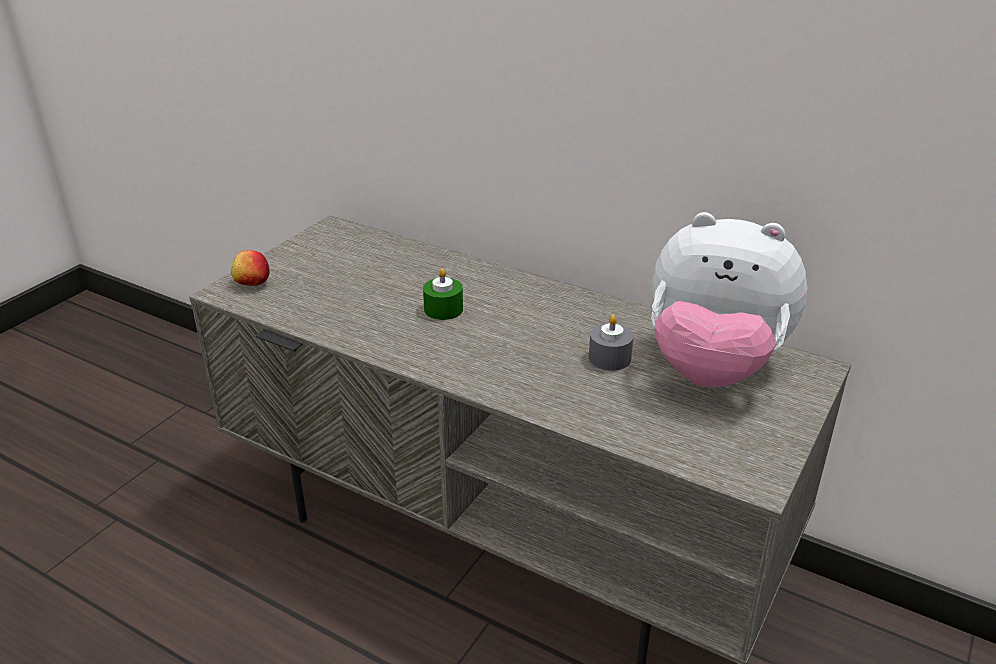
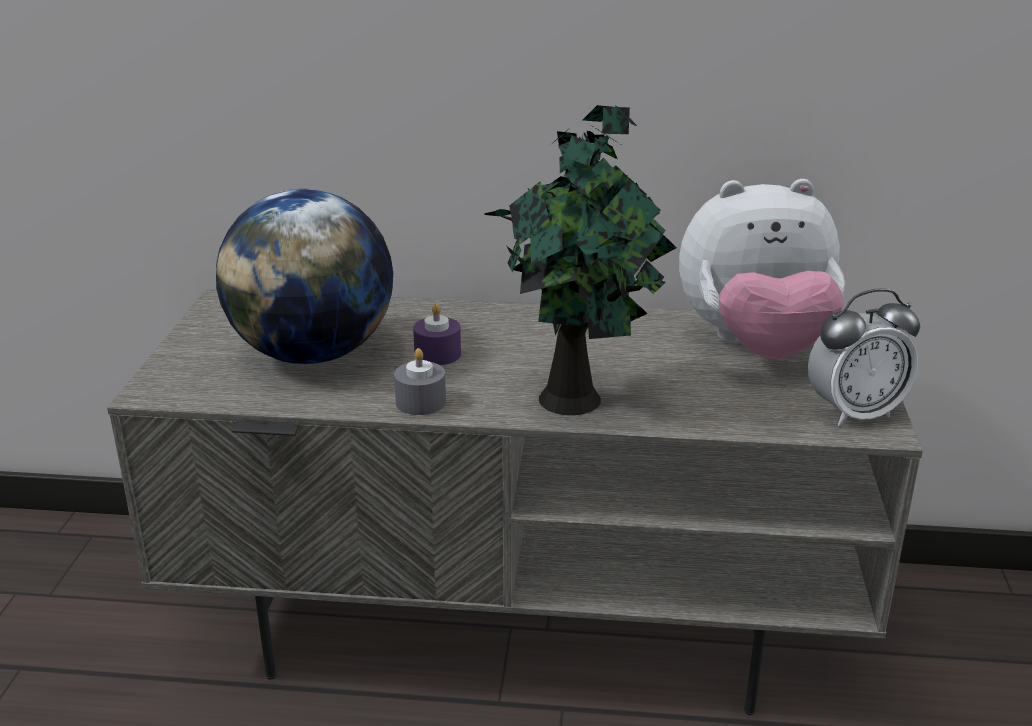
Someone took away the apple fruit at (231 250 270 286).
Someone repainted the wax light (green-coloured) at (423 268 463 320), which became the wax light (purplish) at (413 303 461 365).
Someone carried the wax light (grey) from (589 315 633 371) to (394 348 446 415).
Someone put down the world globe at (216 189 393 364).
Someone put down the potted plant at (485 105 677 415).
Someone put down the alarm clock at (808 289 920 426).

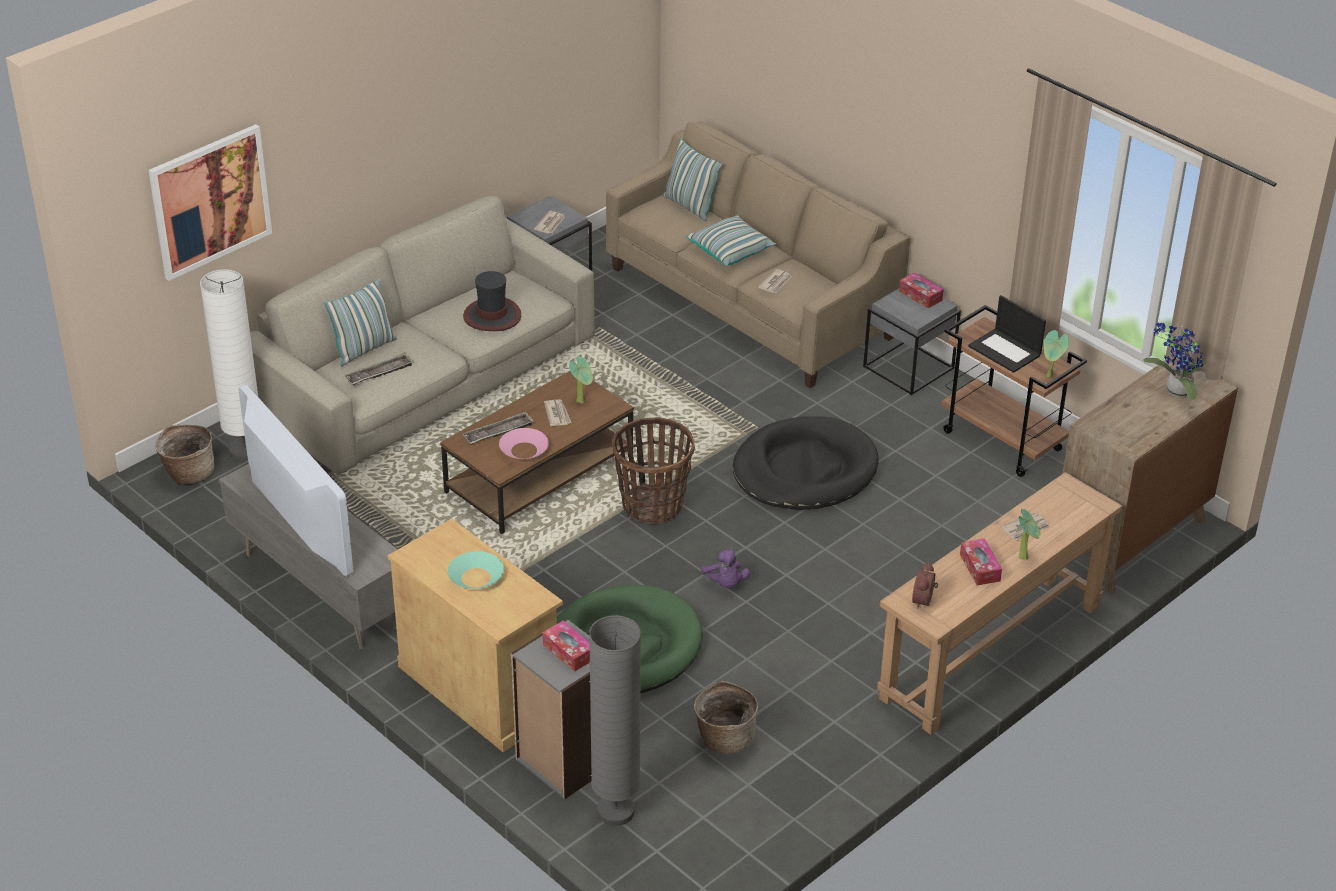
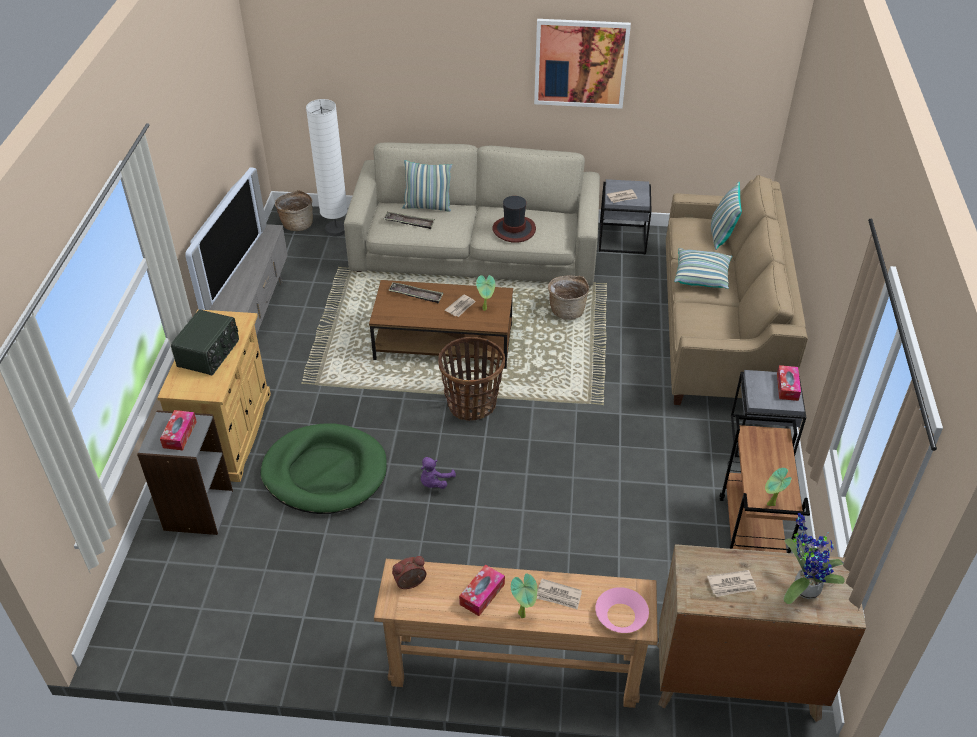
Someone carried the wall art from (149 124 272 281) to (534 19 631 109).
Someone swapped the deep dish (turquoise-coloured) at (448 551 504 589) for the radio receiver at (171 309 239 375).
Someone carried the deep dish (pink-coloured) from (499 428 549 459) to (595 587 649 633).
Someone took away the floor lamp (grey) at (589 615 641 826).
Someone carried the storage basket from (694 680 758 755) to (548 275 589 320).
Someone took away the dog cushion (black) at (733 416 879 510).
Someone carried the daily paper from (758 269 792 293) to (707 570 757 597).
Someone took away the notebook computer at (968 295 1046 373).

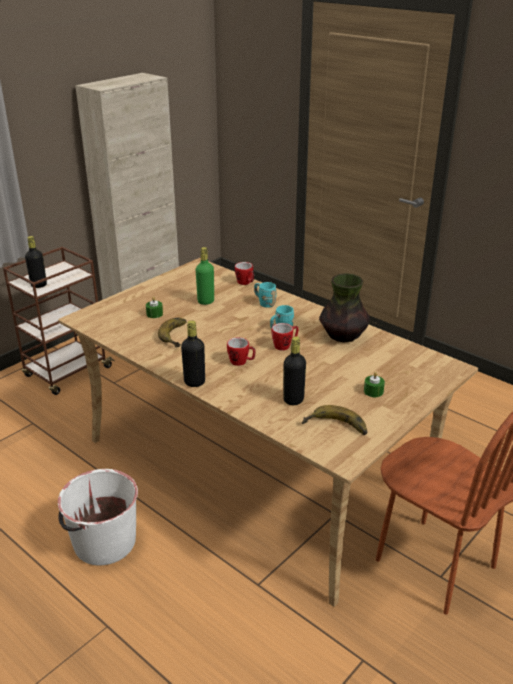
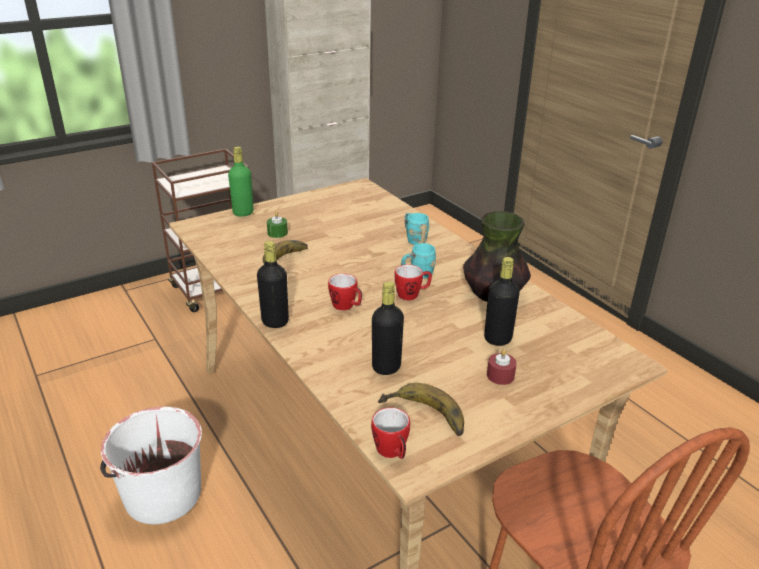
Someone carried the bottle (black) from (25 236 47 288) to (484 257 520 346).
Someone carried the bottle (green-coloured) from (196 247 214 305) to (228 147 253 217).
Someone carried the mug from (235 262 254 285) to (371 407 410 459).
Someone repainted the wax light (green-coloured) at (364 372 385 397), which became the wax light (red) at (487 349 517 385).

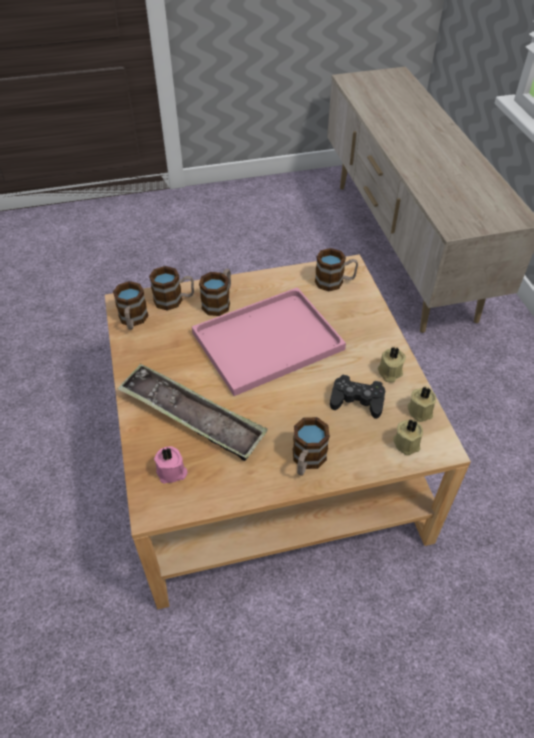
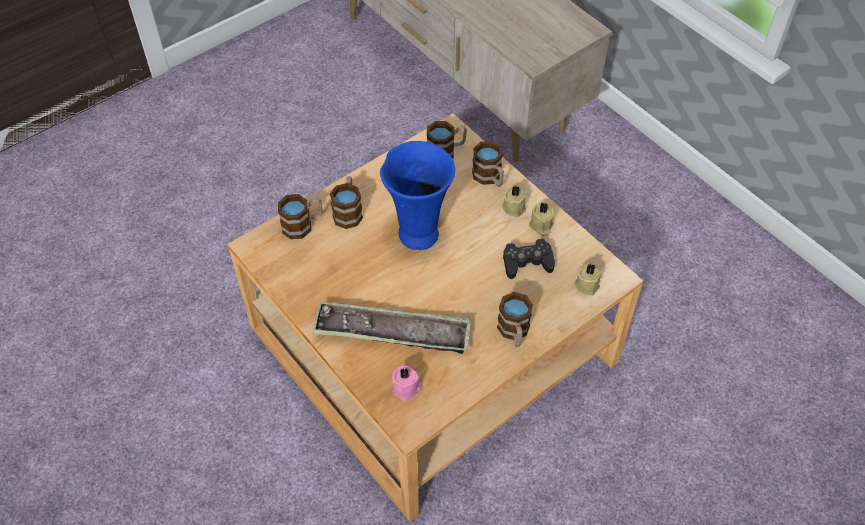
Someone carried the mug from (113 281 149 330) to (472 141 504 187).
Someone swapped the serving tray (pink-coloured) at (192 287 346 396) for the vase (bluish) at (380 141 455 250).
Someone carried the wax light (beige-coloured) from (408 387 436 422) to (502 186 526 217).

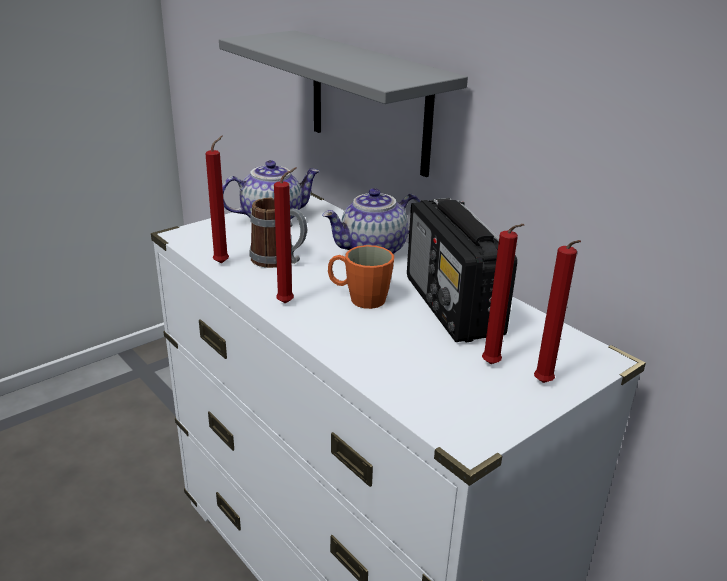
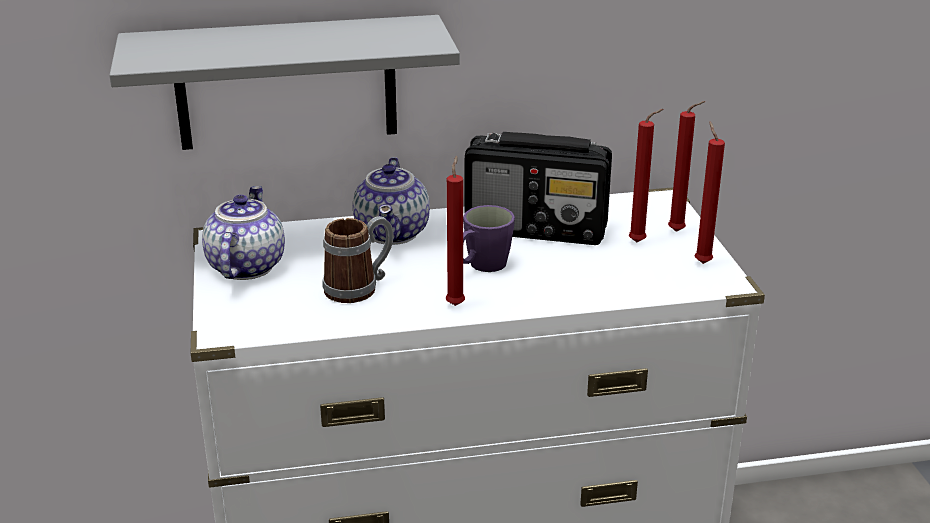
Someone carried the wax light (red) from (205 135 229 264) to (695 121 725 264).
Someone repainted the mug (orange) at (328 245 394 309), which became the mug (purplish) at (463 205 515 272).

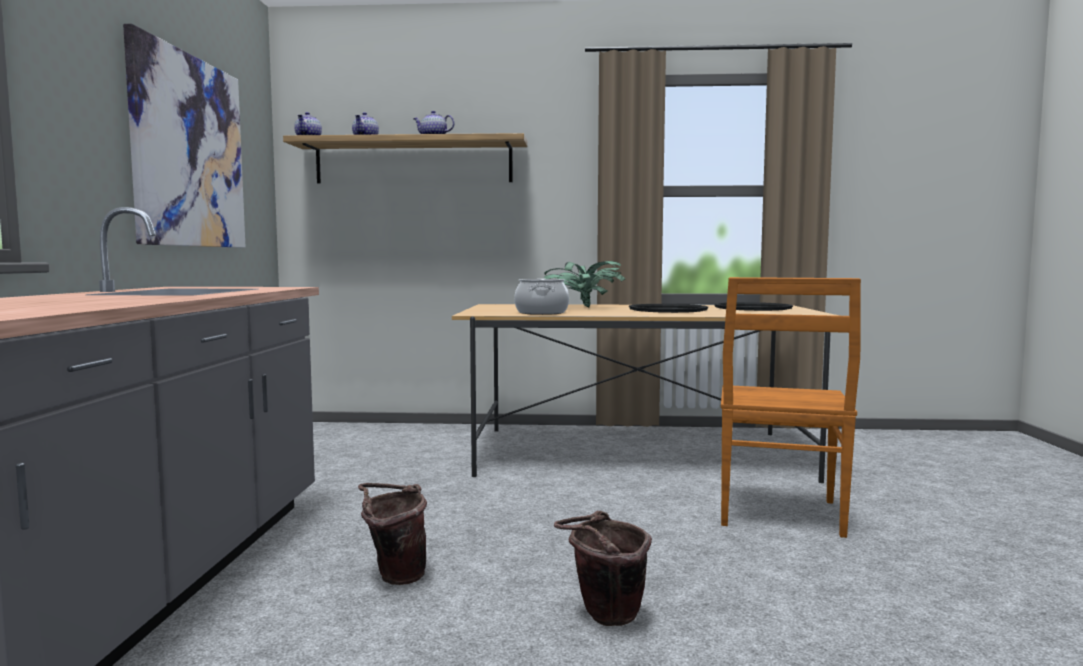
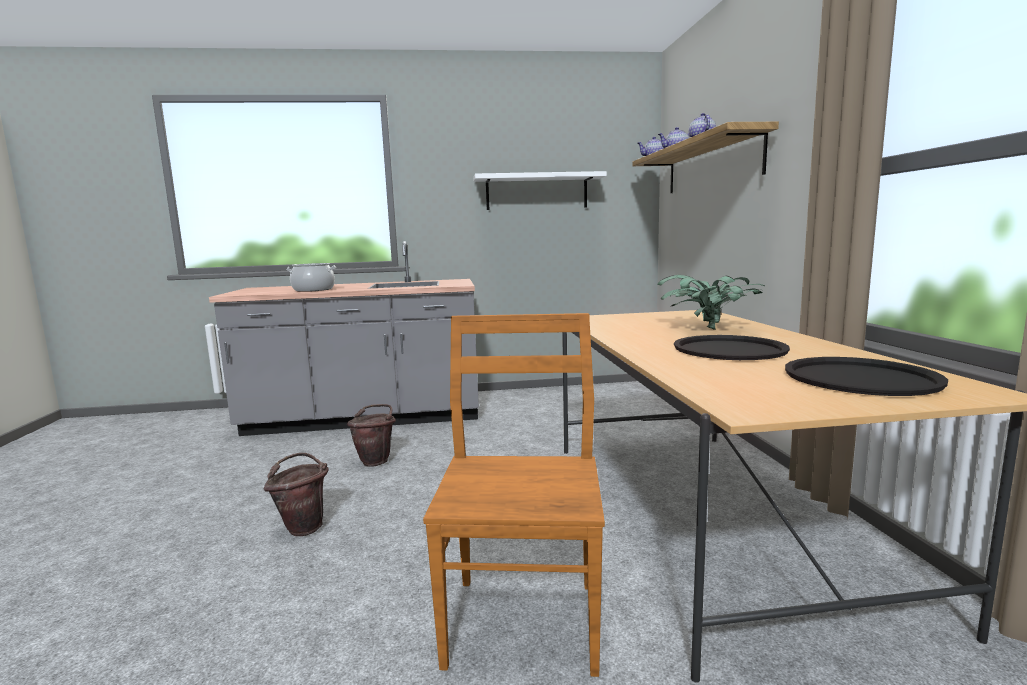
Someone swapped the wall art at (123 24 246 248) for the wall shelf (white-coloured) at (473 171 607 210).
Someone carried the saucepot from (514 279 569 315) to (287 263 336 292).
Someone rotated the upright chair (brown) at (721 277 861 538) by 90 degrees clockwise.

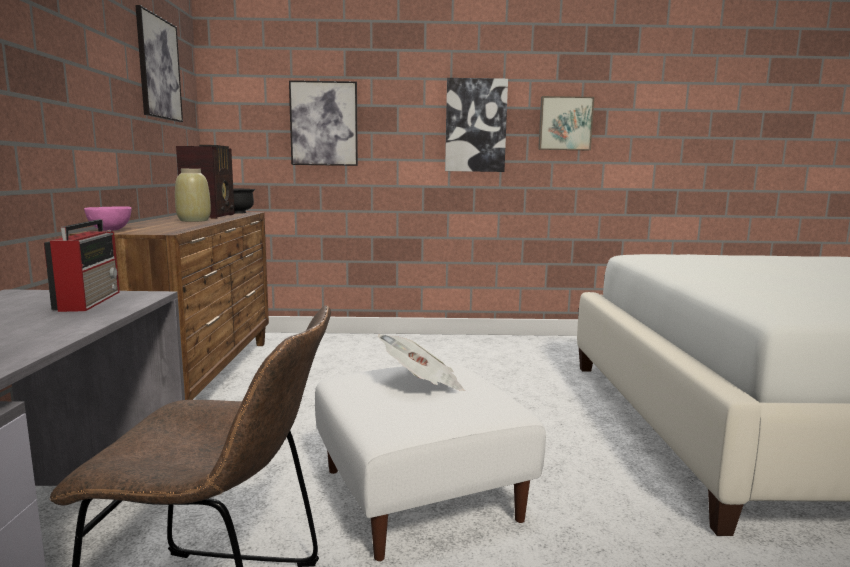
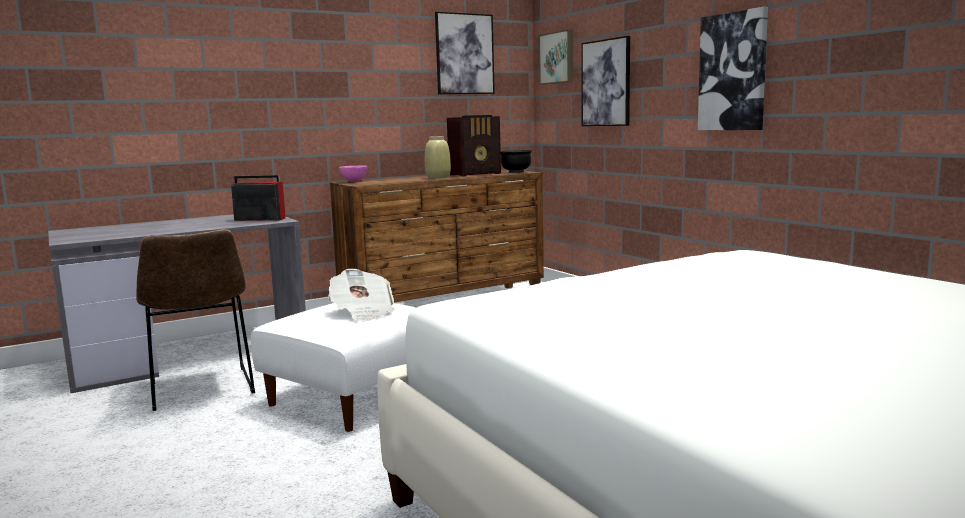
Someone rotated the radio receiver at (44 220 120 312) by 135 degrees counterclockwise.
Someone carried the wall art from (538 96 594 150) to (538 30 573 85).

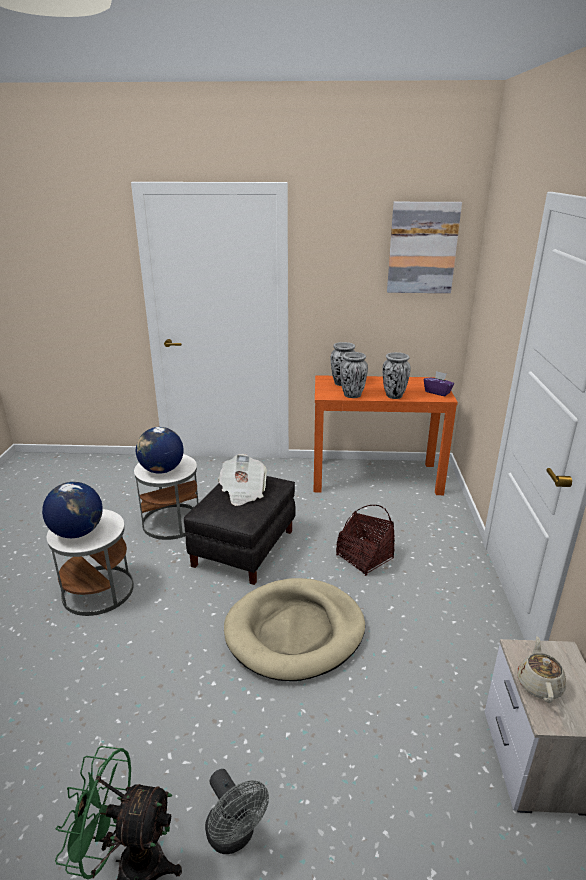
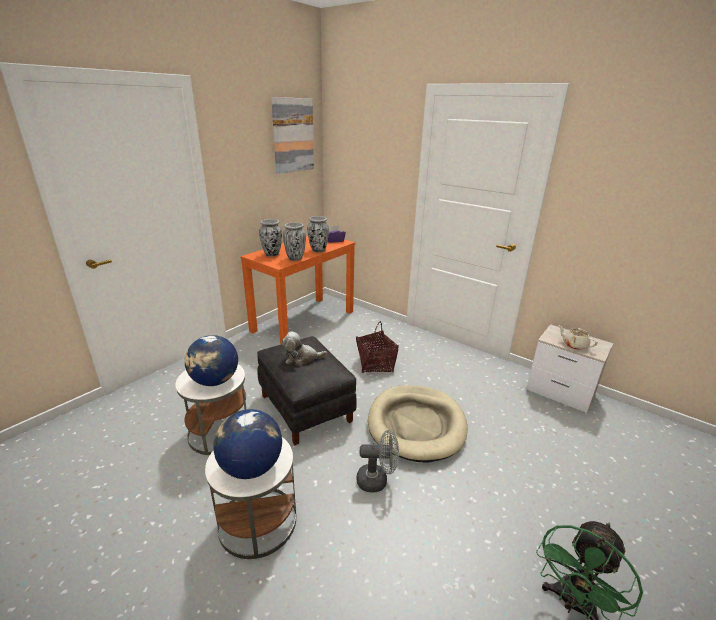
Someone carried the cooling fan (grey) from (205 769 269 854) to (357 430 399 493).
Someone swapped the daily paper at (218 454 267 506) for the plush toy at (281 332 327 366).

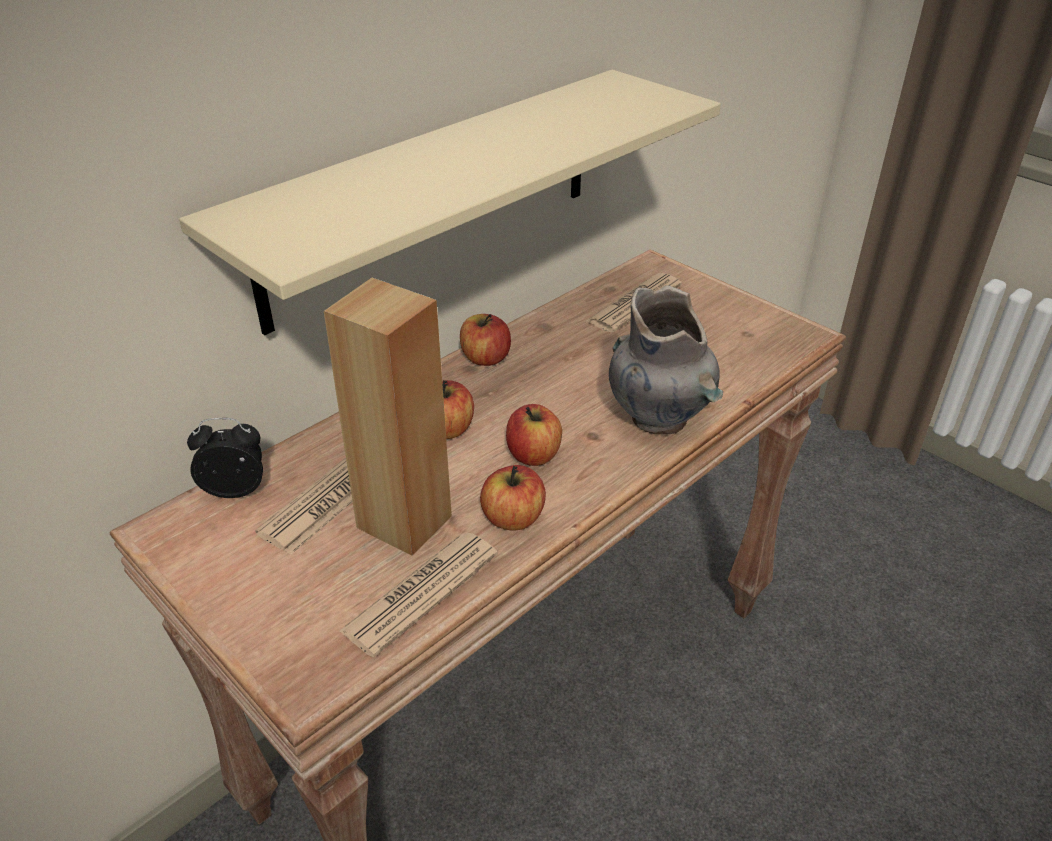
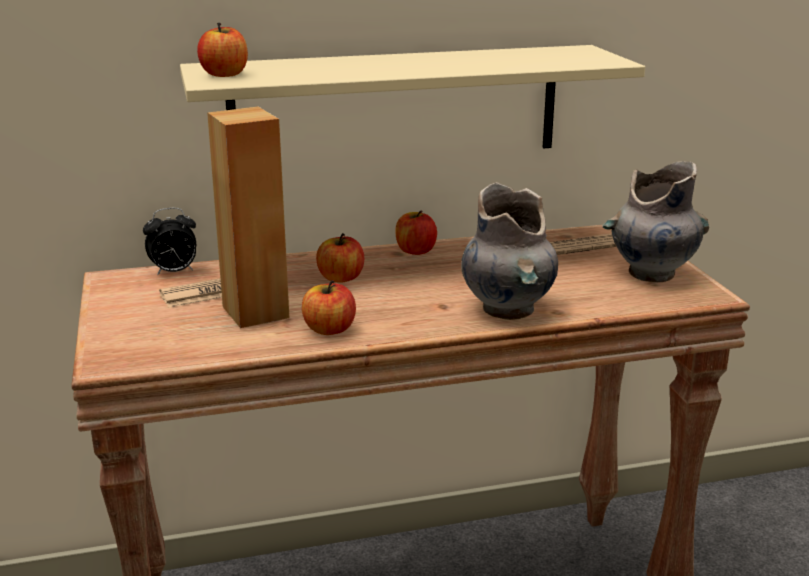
Someone rotated the alarm clock at (187 418 263 498) by 135 degrees clockwise.
Someone took away the daily paper at (339 532 498 657).
Someone carried the apple fruit from (506 404 562 466) to (197 23 248 77).
Someone put down the vase (grey) at (602 161 709 283).

